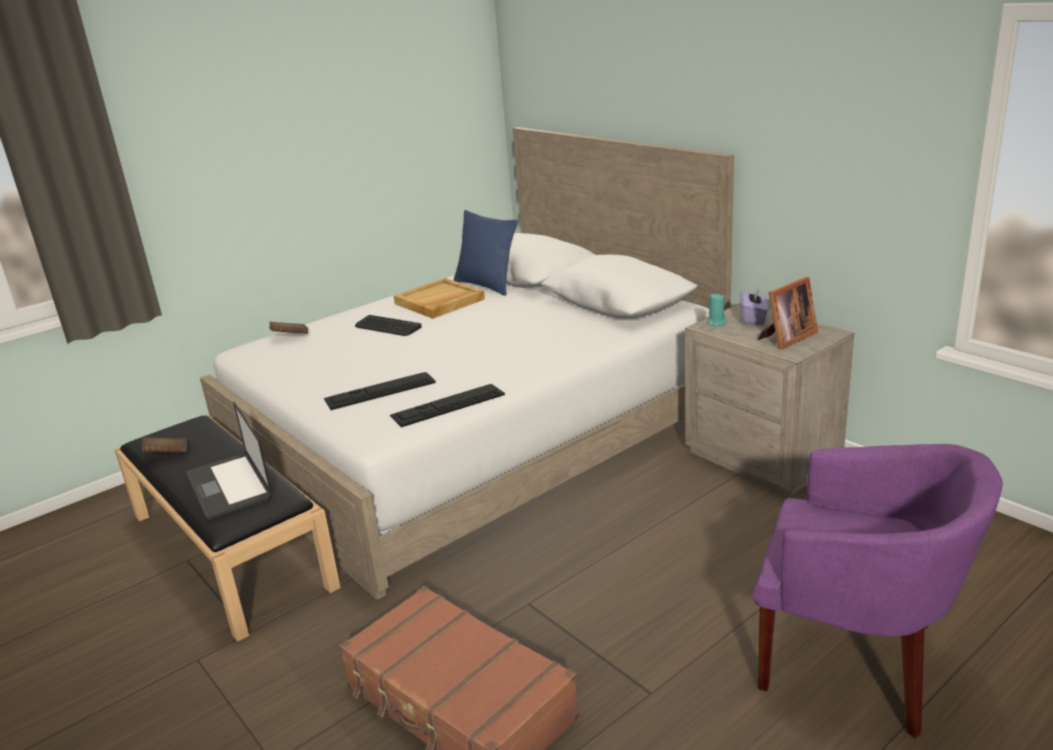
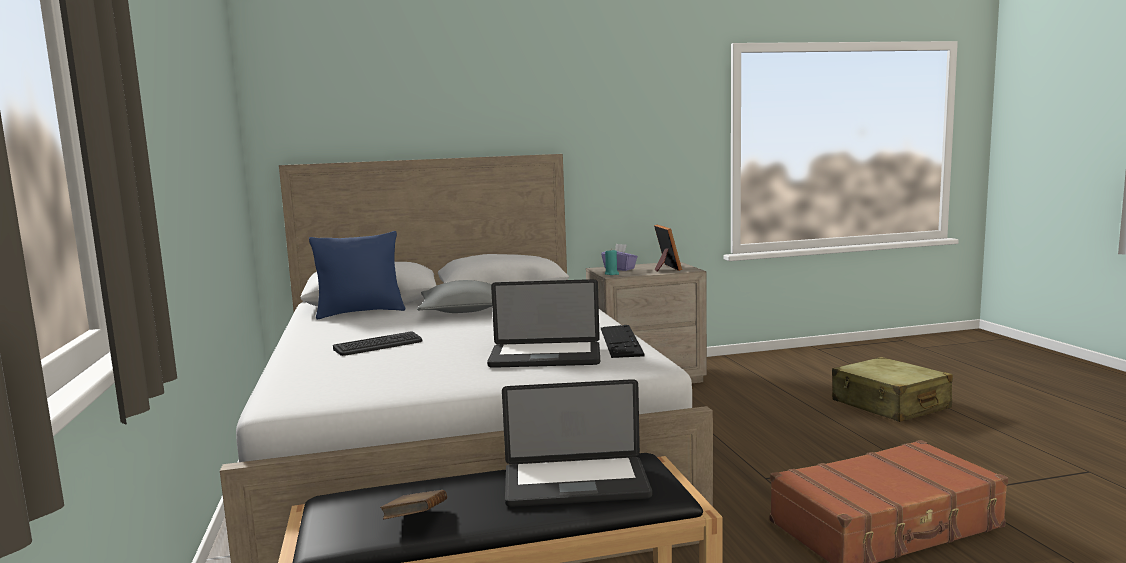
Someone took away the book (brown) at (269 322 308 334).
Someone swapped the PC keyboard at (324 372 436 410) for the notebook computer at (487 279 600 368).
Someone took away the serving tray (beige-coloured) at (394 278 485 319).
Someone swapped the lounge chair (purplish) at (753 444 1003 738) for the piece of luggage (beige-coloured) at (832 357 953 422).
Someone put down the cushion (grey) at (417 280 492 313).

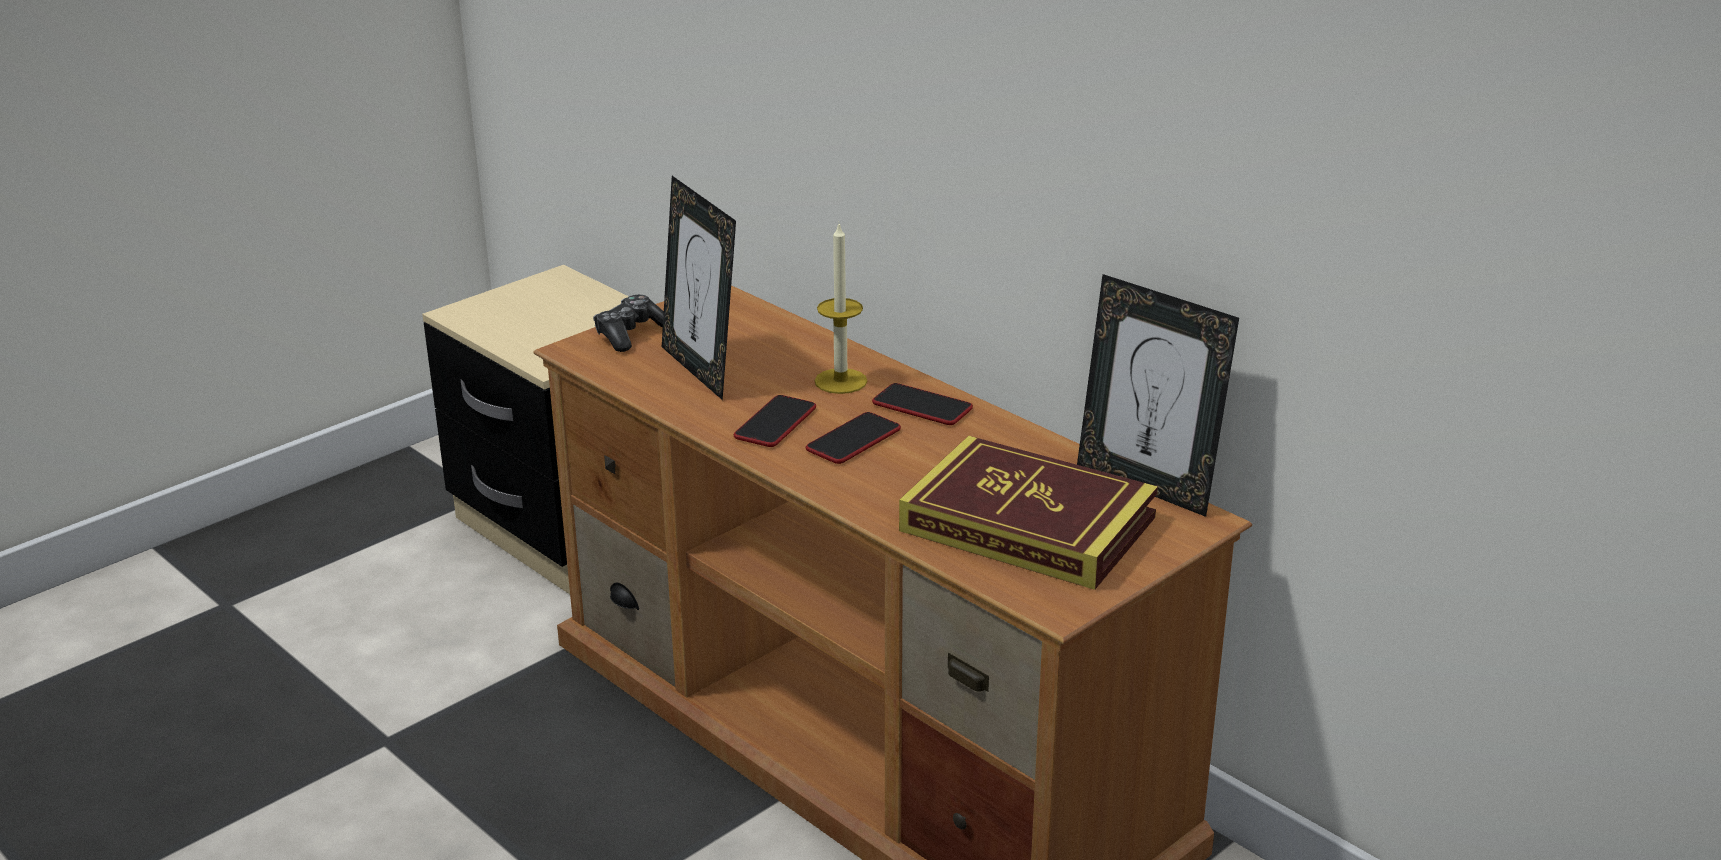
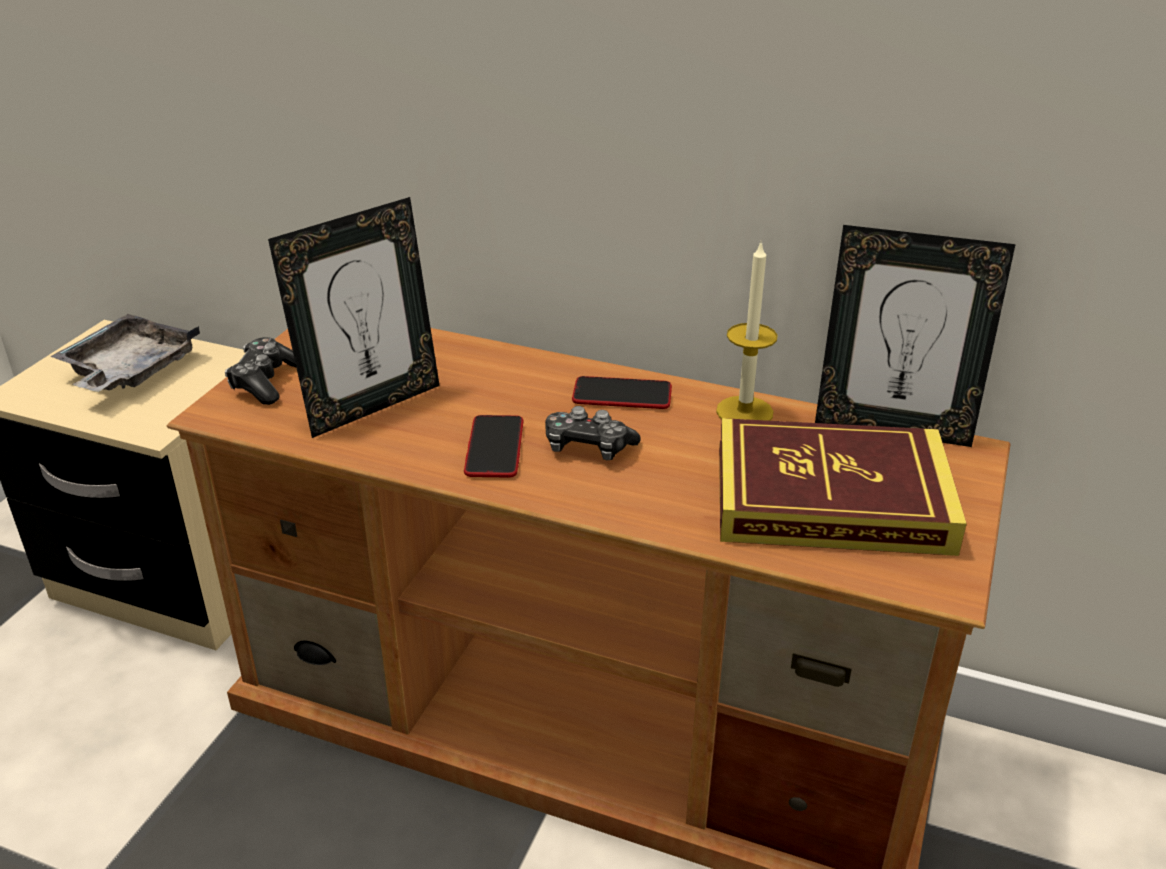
Someone rotated the standing frame at (662 176 736 400) by 75 degrees counterclockwise.
Someone swapped the telephone at (806 412 901 464) for the gamepad at (545 406 641 460).
Someone carried the wax light from (814 221 867 394) to (716 243 778 421).
Someone put down the serving tray (grey) at (50 314 200 392).

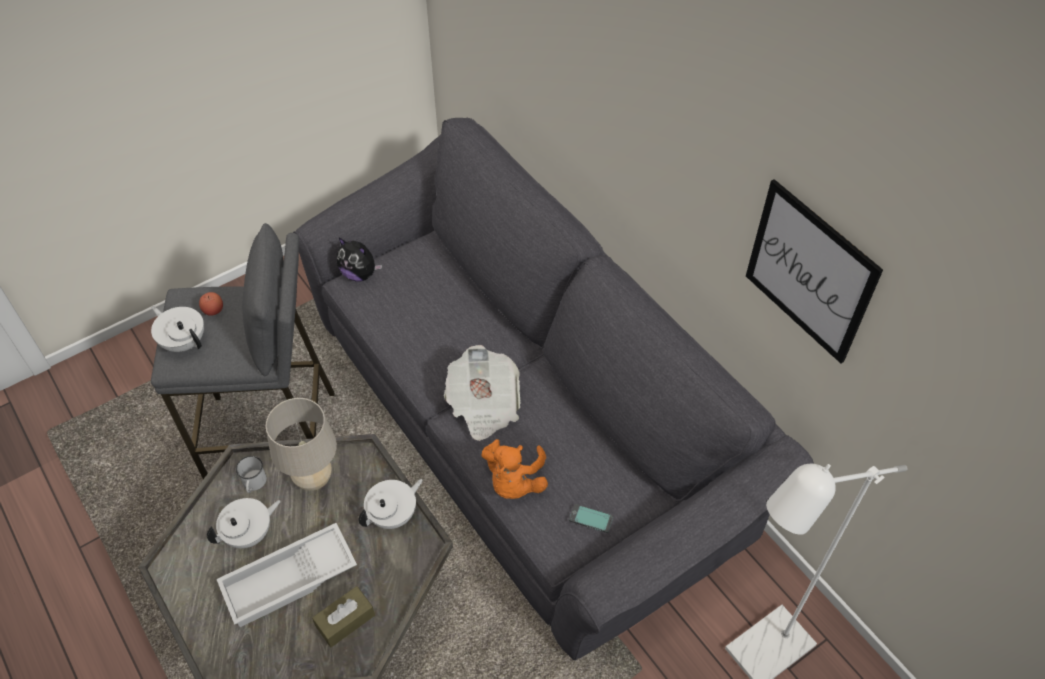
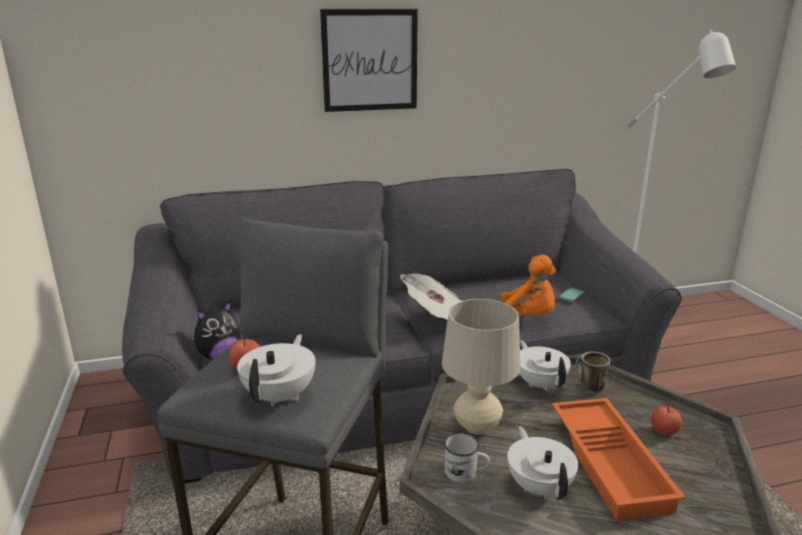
Someone rotated the tea pot (white-coloured) at (151 306 204 352) by 135 degrees clockwise.
Someone repainted the serving tray (white-coloured) at (216 523 357 627), which became the serving tray (orange) at (552 398 685 521).
Someone swapped the box of tissues (brown) at (312 586 375 647) for the apple fruit at (651 405 682 435).
Someone carried the wall art from (746 179 883 363) to (320 9 418 112).
Someone put down the mug at (576 351 610 393).

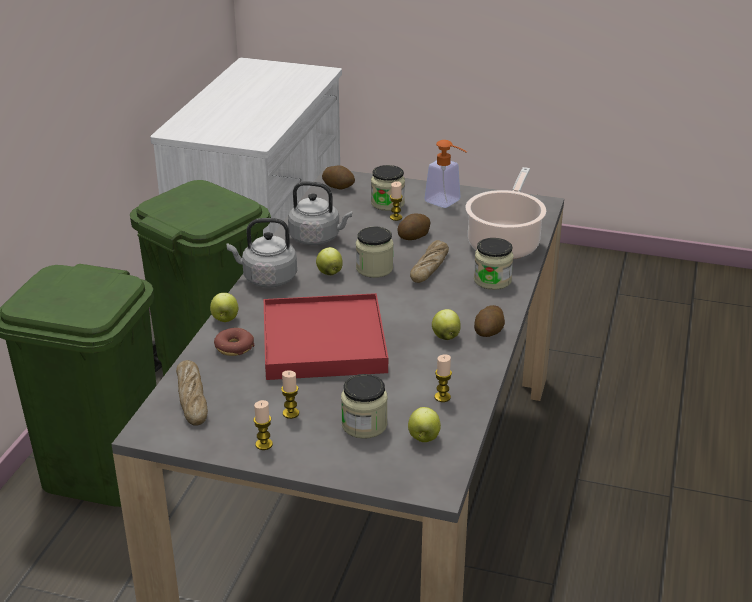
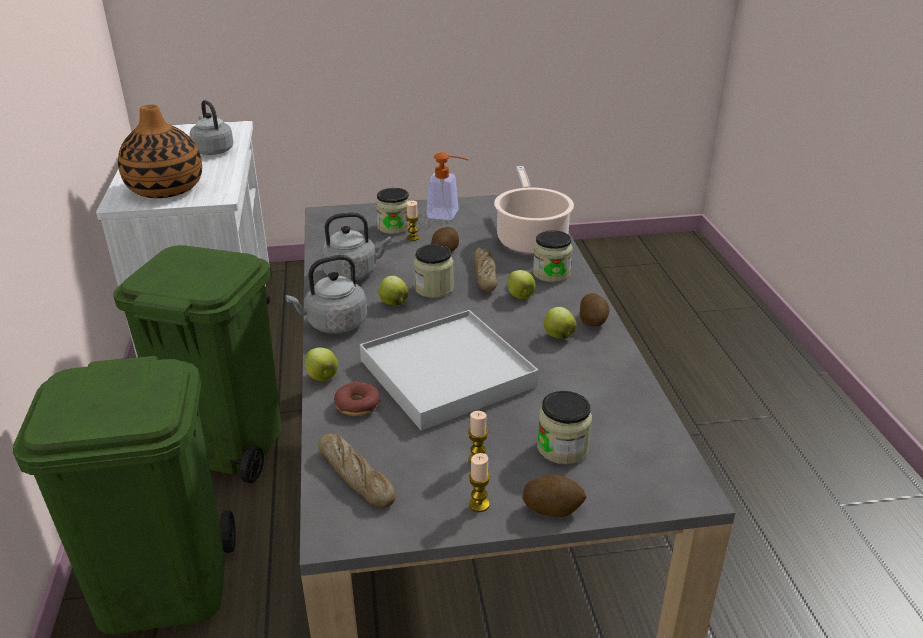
Someone repainted the serving tray (red) at (264 293 388 380), which became the serving tray (white-coloured) at (360 310 539 431).
Someone carried the whole potato from (322 165 355 189) to (522 474 586 517).
Someone carried the apple fruit from (408 407 441 442) to (507 270 536 299).
Someone took away the wax light at (435 354 452 402).
Someone put down the vase at (118 104 202 198).
Someone put down the kettle (grey) at (190 100 233 155).

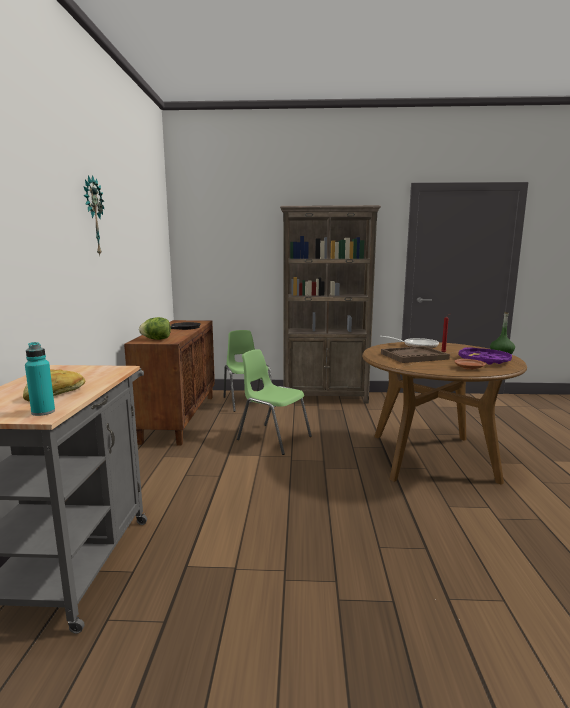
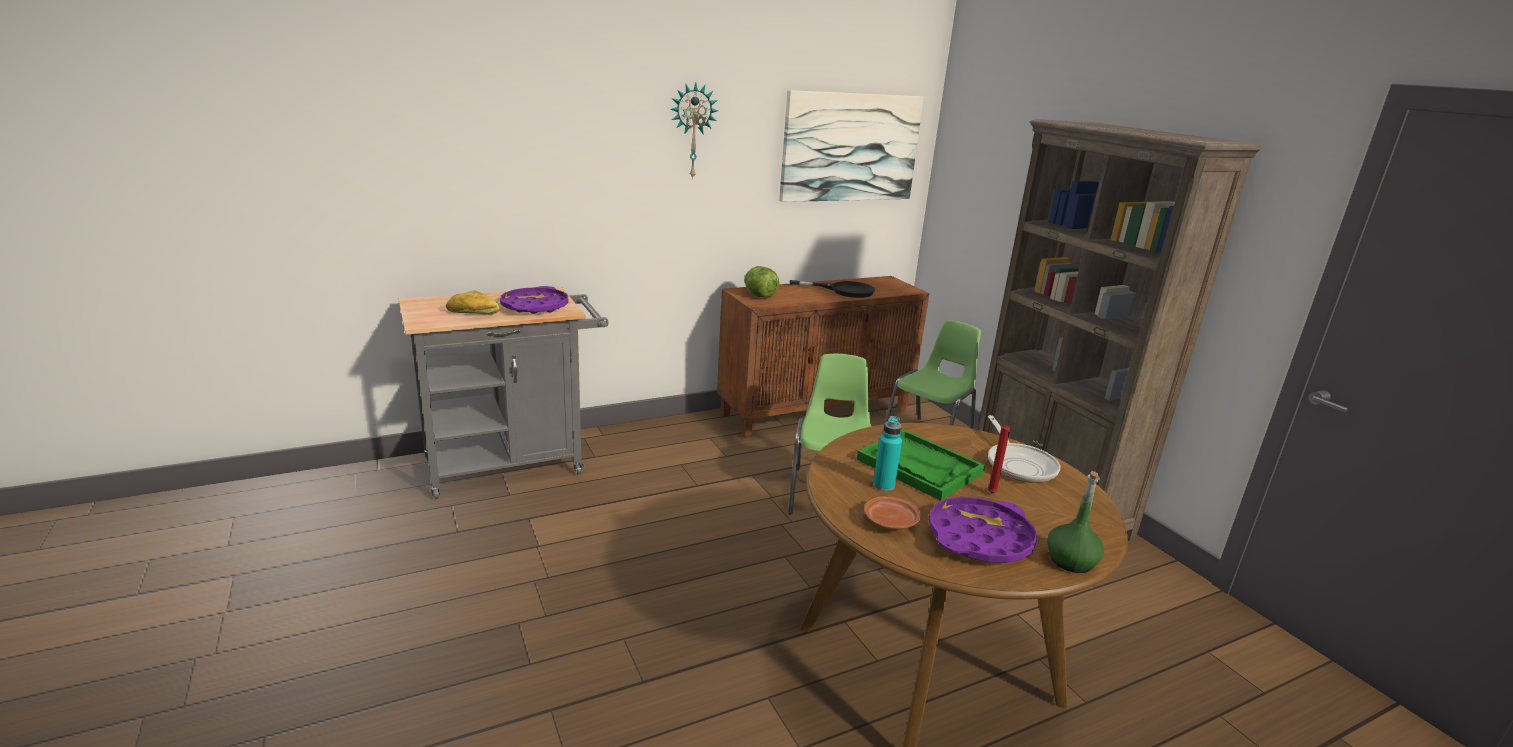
Someone carried the bottle (turquoise-coloured) from (25 342 55 416) to (873 416 902 491).
Someone repainted the serving tray (brown) at (381 346 450 363), which became the serving tray (green-coloured) at (857 429 986 501).
Someone put down the serving tray (purplish) at (500 286 568 314).
Someone put up the wall art at (779 90 924 202).

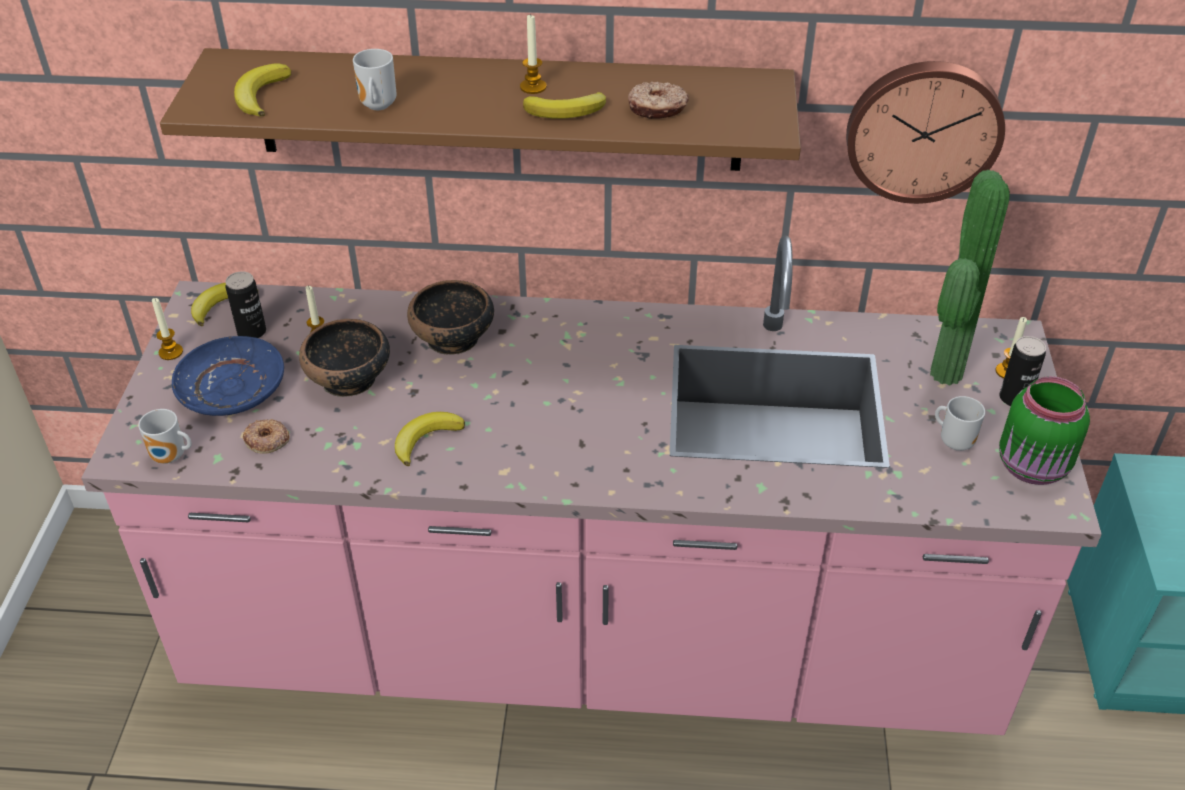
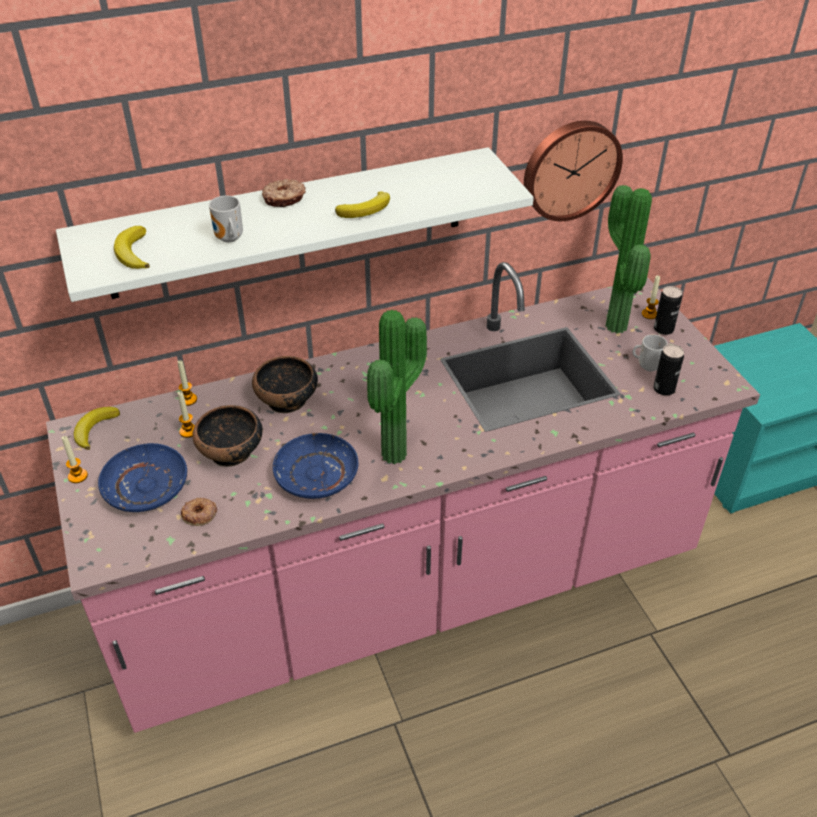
Someone took away the mug at (138 409 192 464).
Someone repainted the wall shelf (brown) at (160 48 801 171), which became the wall shelf (white-coloured) at (56 147 534 302).
Someone carried the metal can from (225 271 266 338) to (653 344 684 395).
Someone swapped the banana fruit at (395 412 465 466) for the dinner plate (bluish) at (273 433 358 499).
Someone carried the wax light from (520 14 547 94) to (178 360 197 406).
Someone carried the ring doughnut from (628 82 689 119) to (262 179 306 207).
Someone took away the jar (green-coloured) at (999 376 1090 485).
Someone put down the potted plant at (367 310 427 464).

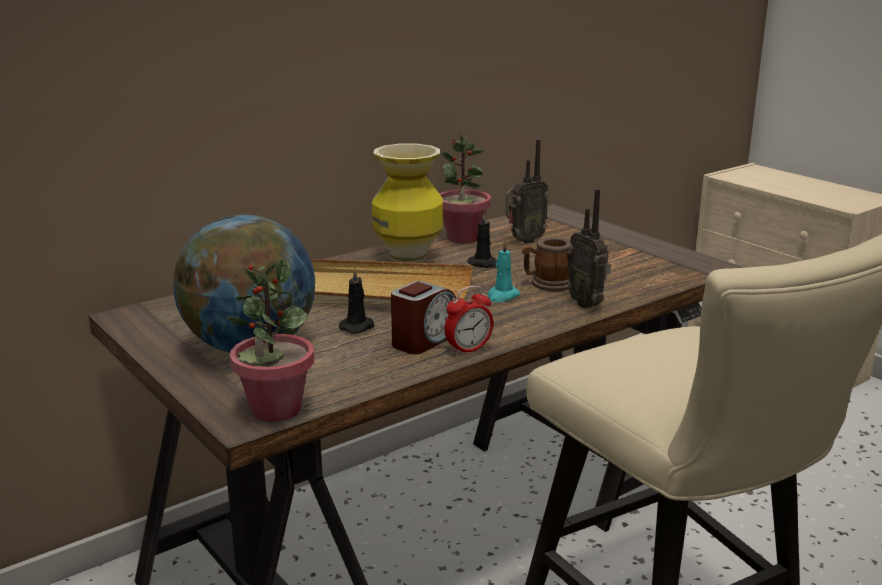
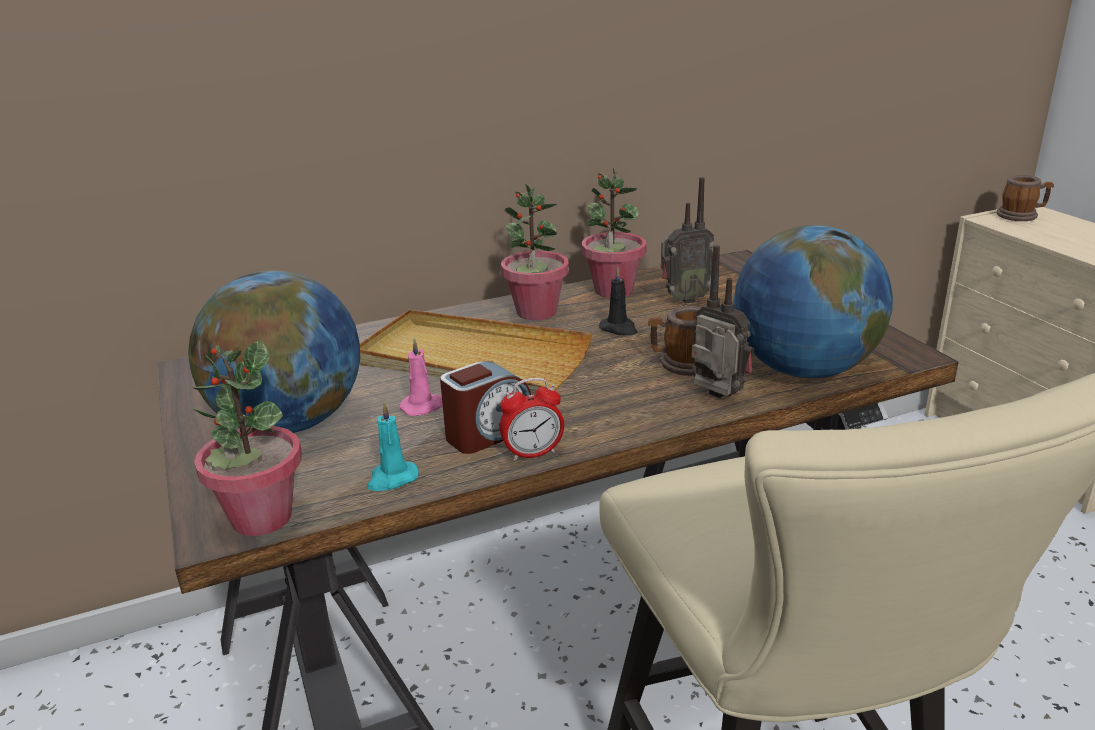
Someone repainted the wax light (black) at (339 268 374 334), which became the wax light (pink-coloured) at (400 338 443 416).
Someone swapped the vase at (372 144 443 263) for the potted plant at (501 184 569 320).
Someone carried the wax light (turquoise-coloured) from (487 240 520 302) to (367 402 419 491).
Someone rotated the radio receiver at (567 189 611 308) by 150 degrees clockwise.
Someone put down the world globe at (733 225 893 378).
Someone put down the mug at (997 175 1054 221).

